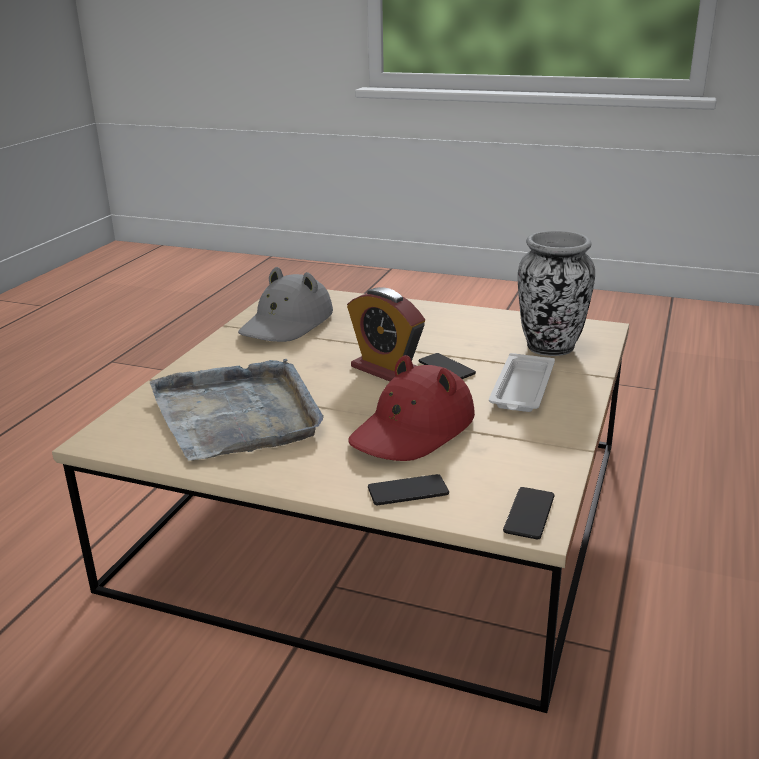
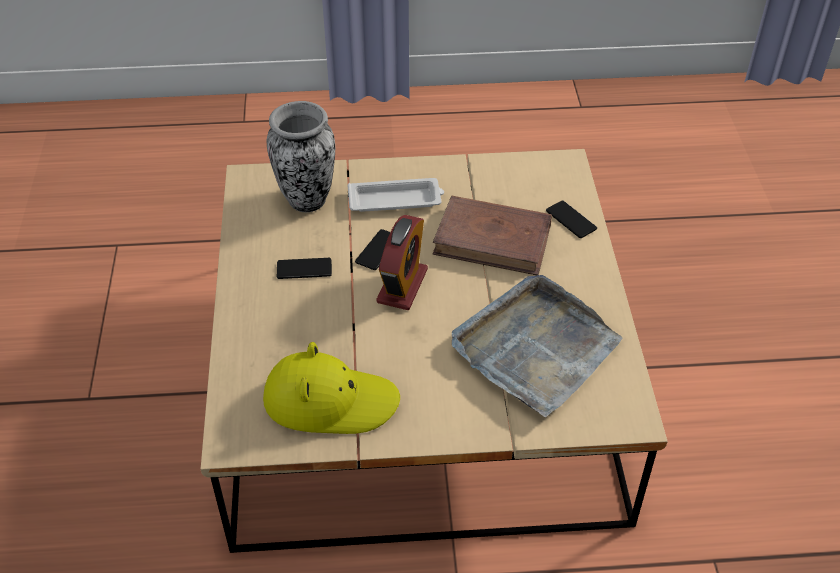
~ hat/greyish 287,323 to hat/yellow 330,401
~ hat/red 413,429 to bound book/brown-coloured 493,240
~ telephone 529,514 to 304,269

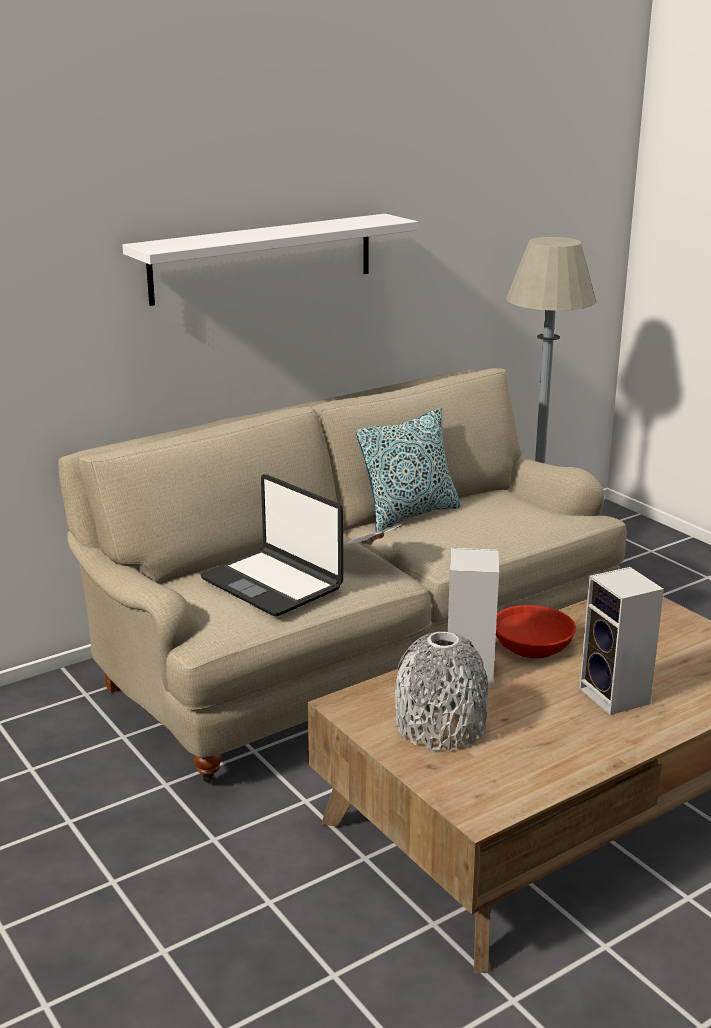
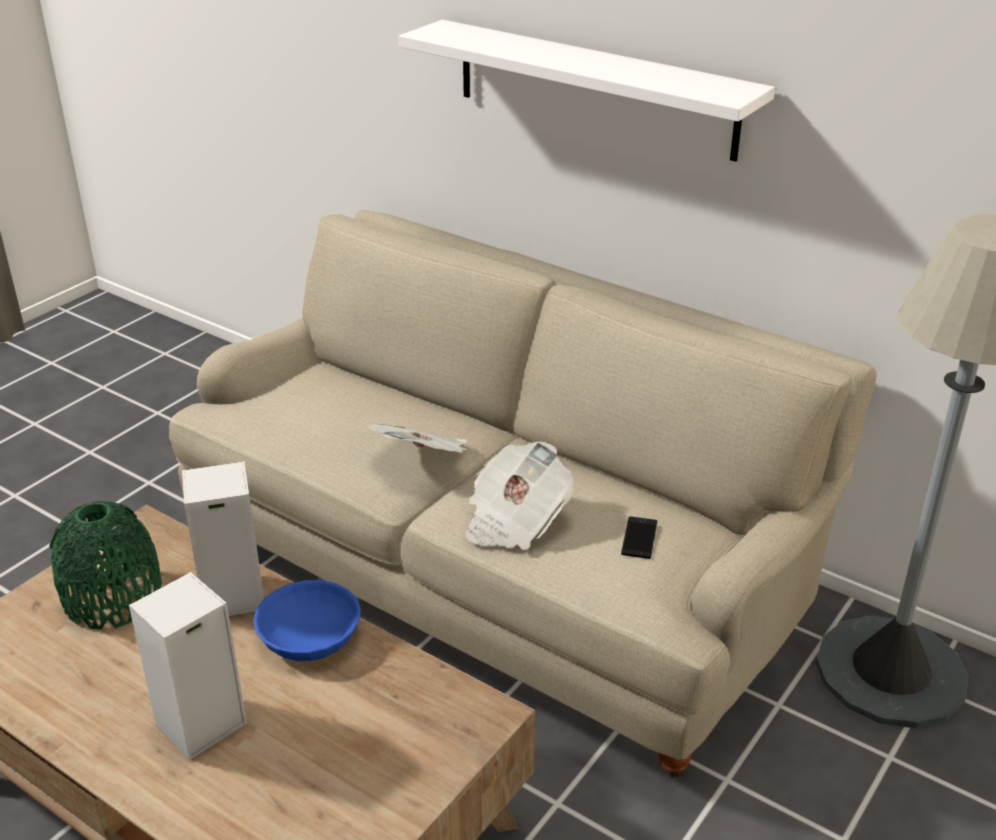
- throw pillow 409,514
- notebook computer 273,583
~ serving bowl/red 532,645 to serving bowl/blue 309,636
~ flower vase/greyish 440,725 to flower vase/green-coloured 113,597
+ daily paper 514,520
+ telephone 639,538

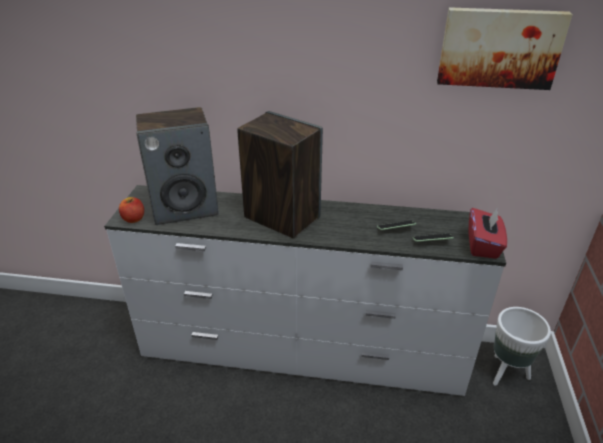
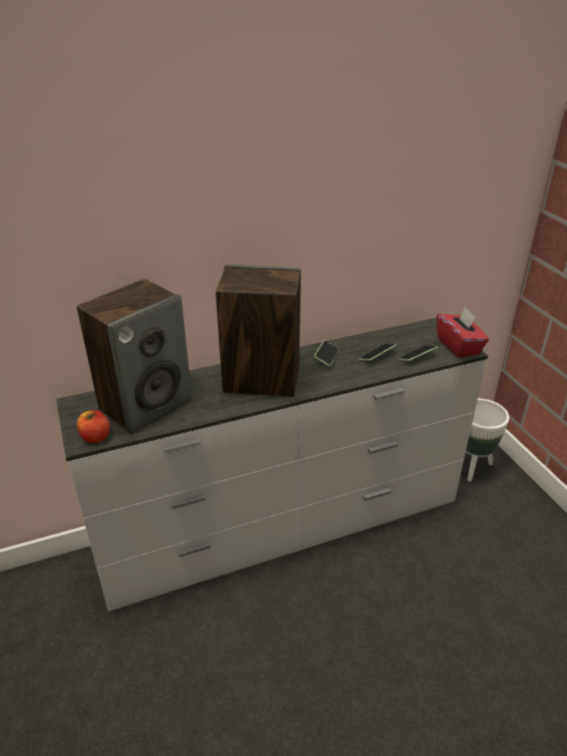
- picture 499,48
+ telephone 326,357

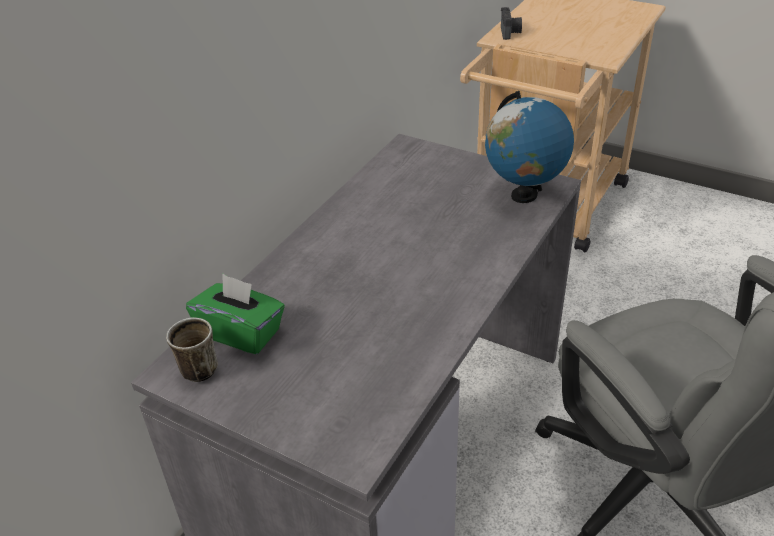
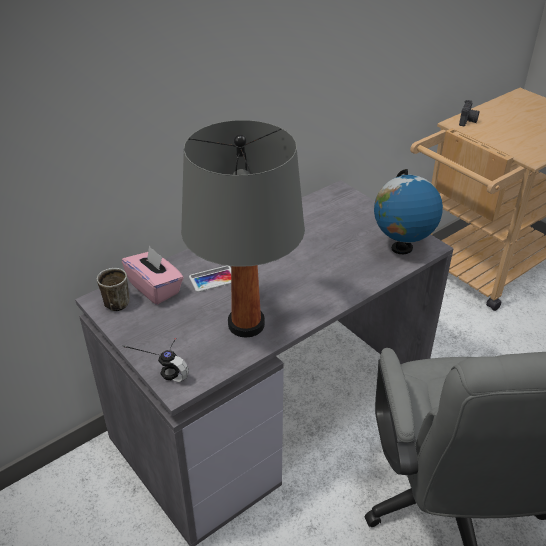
~ tissue box/green-coloured 241,333 to tissue box/pink-coloured 155,288
+ table lamp/greyish 246,324
+ telephone 213,279
+ headphones 164,367

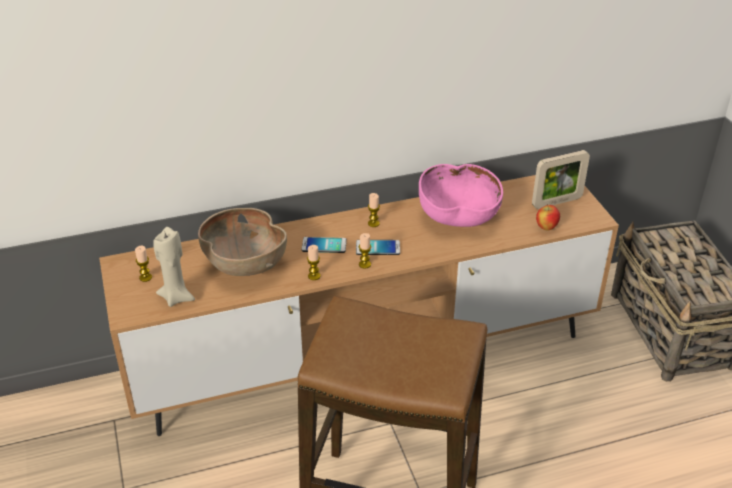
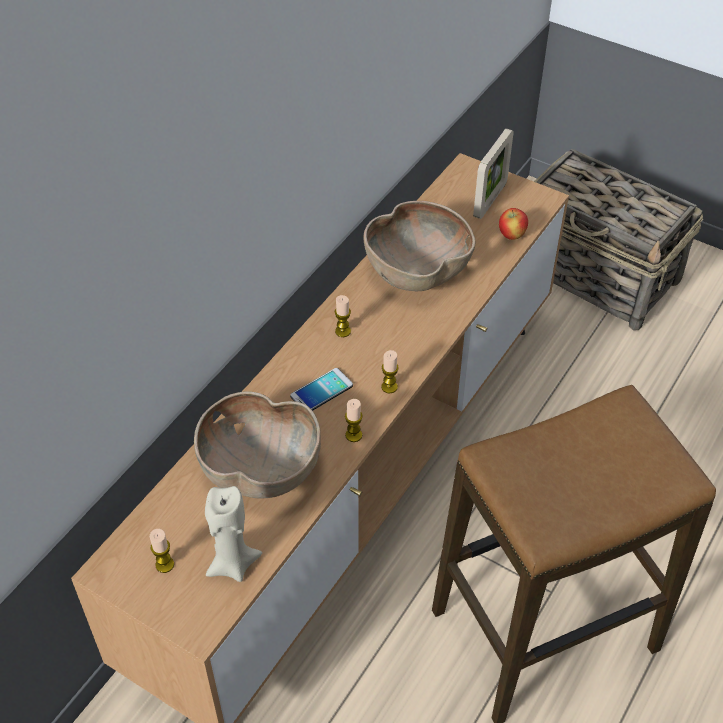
~ serving bowl/pink-coloured 458,216 to serving bowl/brown-coloured 416,271
- telephone 378,248

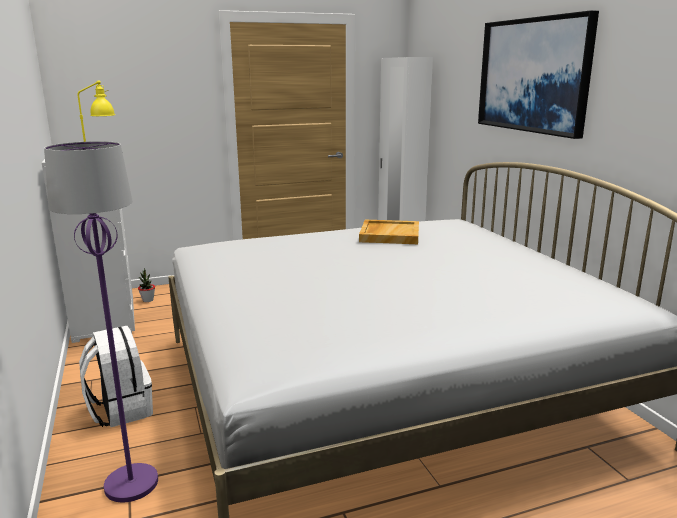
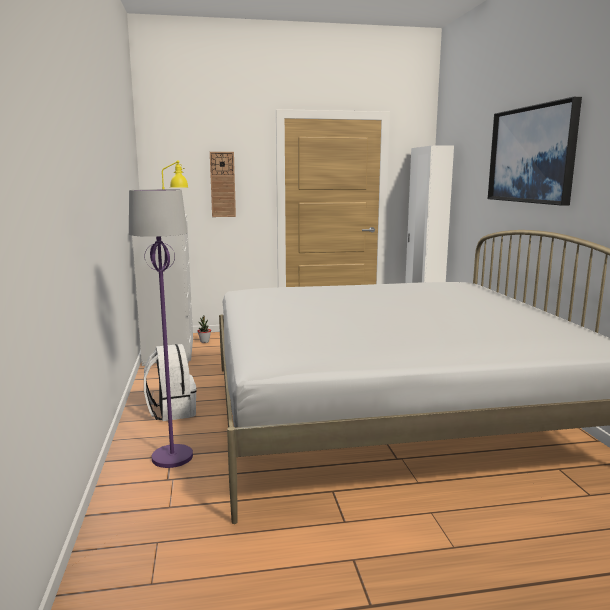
- serving tray/beige 389,235
+ clock on the wall 222,184

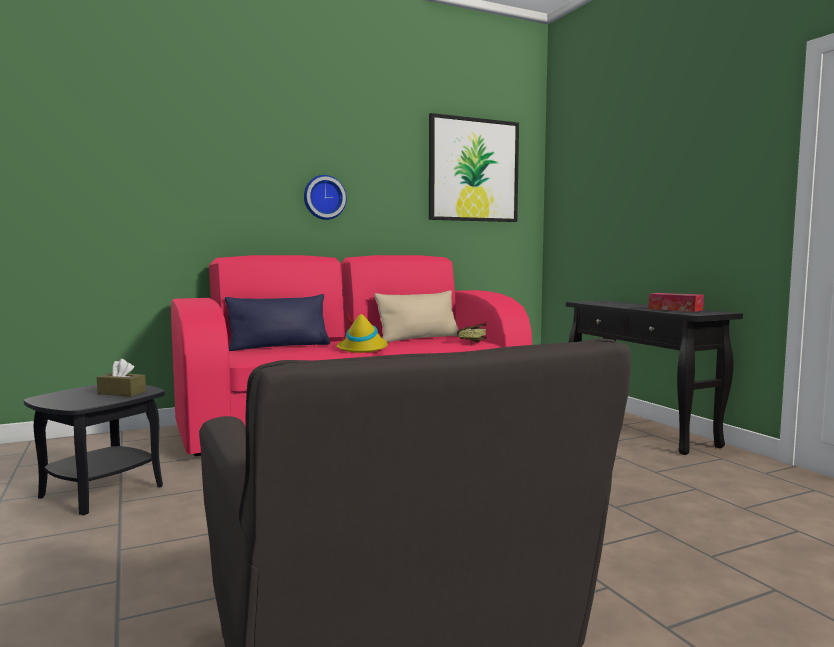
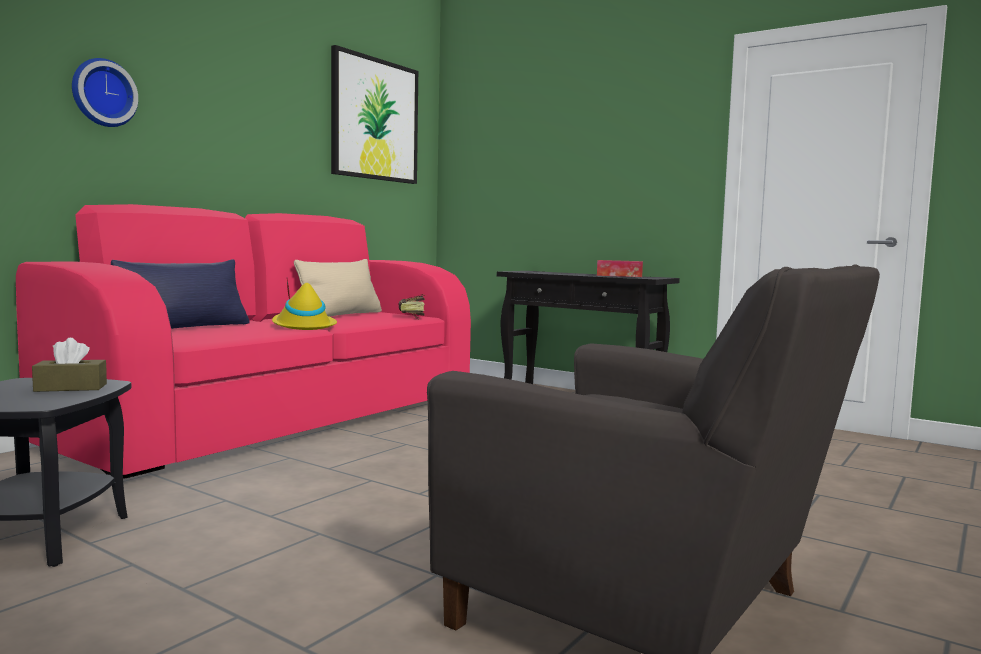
~ clock on the wall 324,197 to 102,93

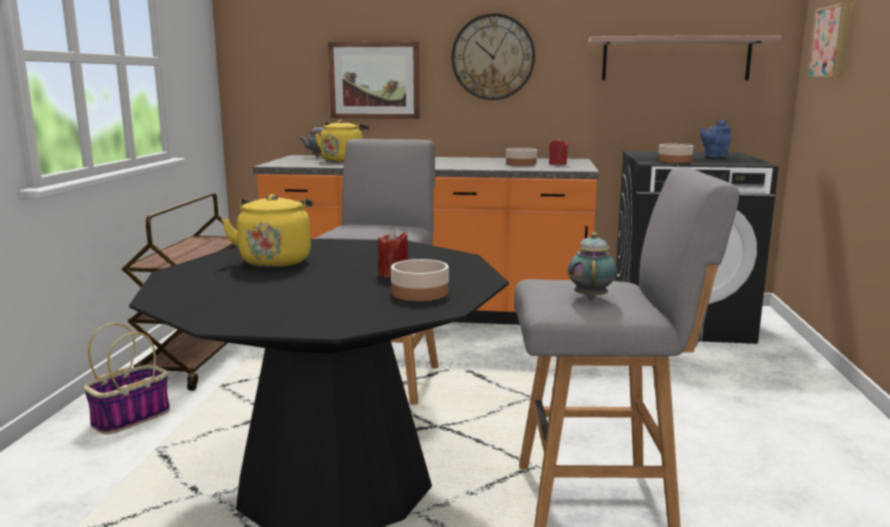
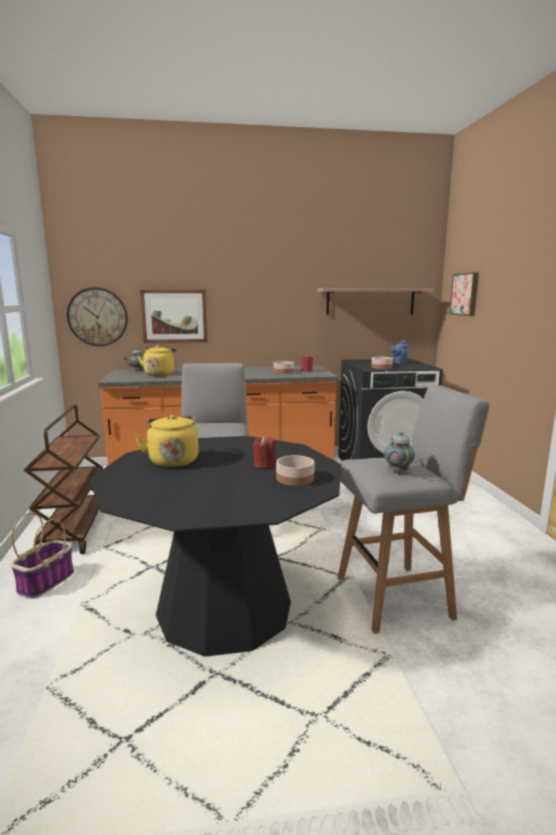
~ clock on the wall 493,57 to 97,317

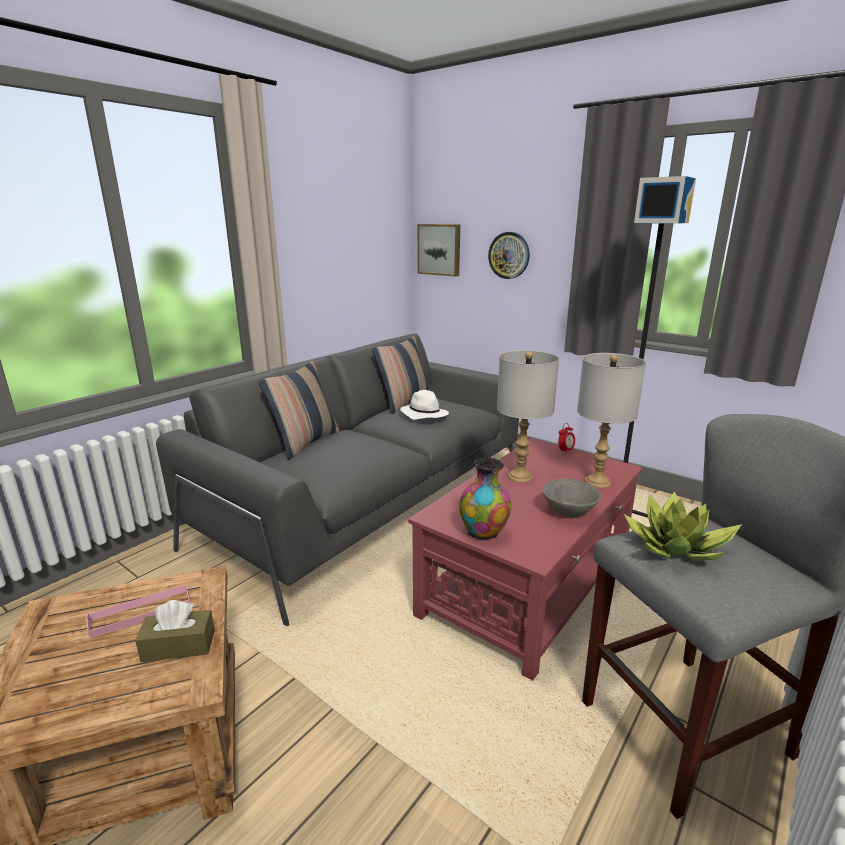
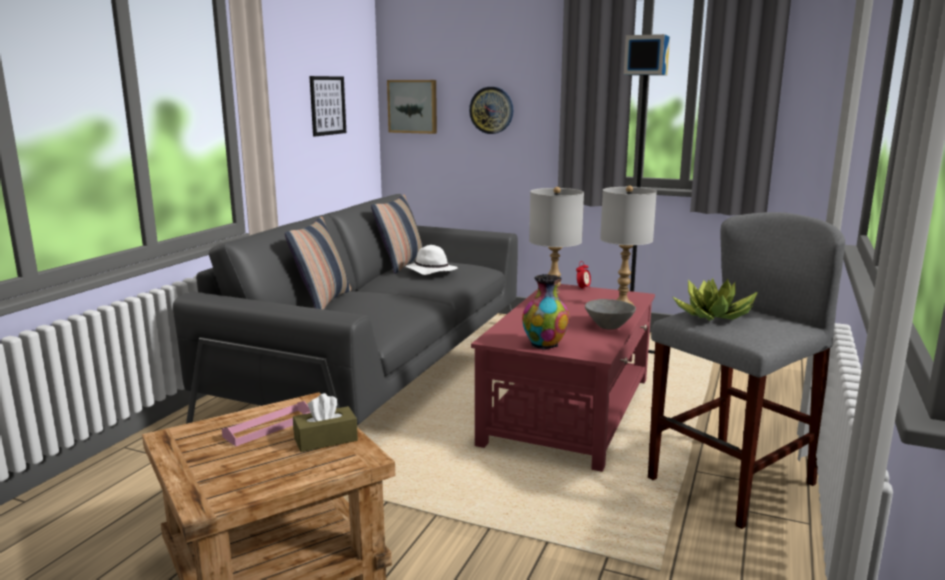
+ picture 327,105

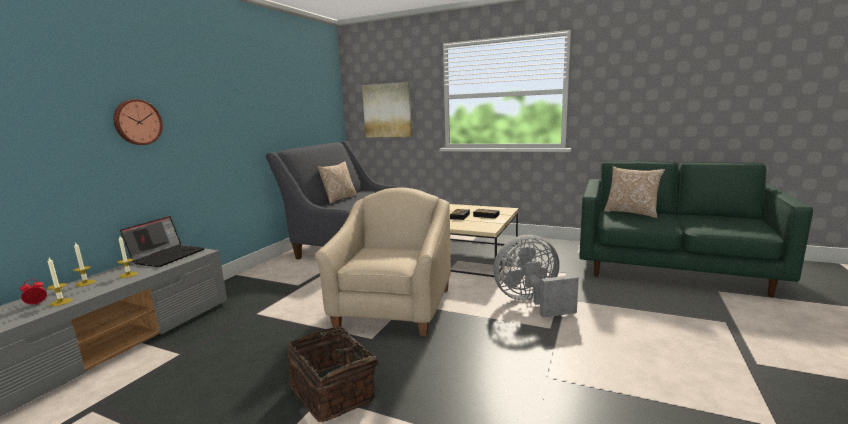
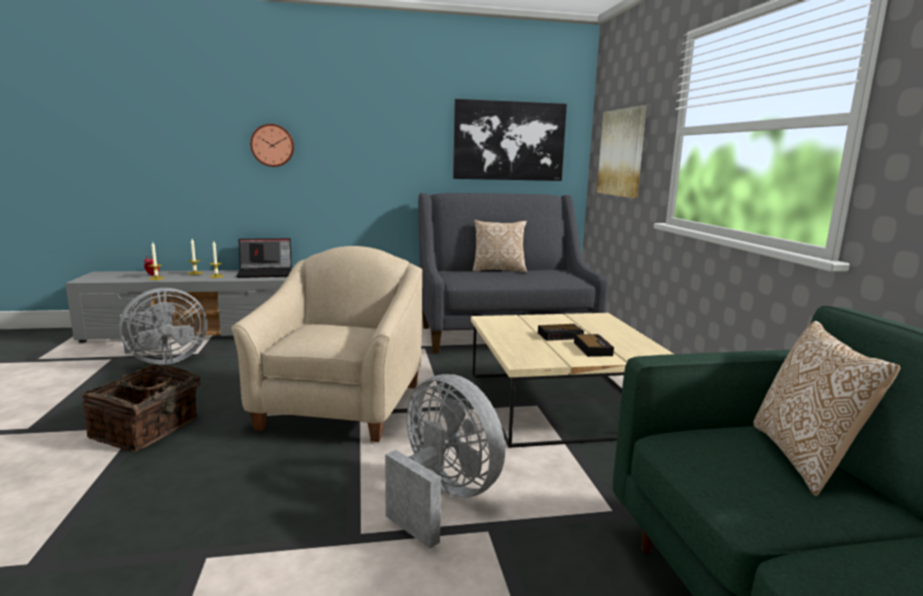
~ armchair/beige 394,308 = 341,406 60 degrees counterclockwise
+ picture 509,141
+ fan/greyish 164,360

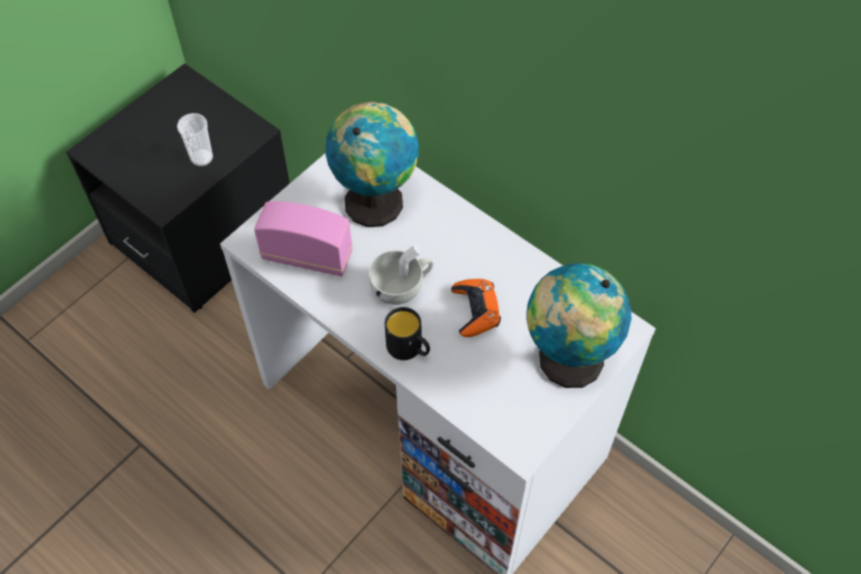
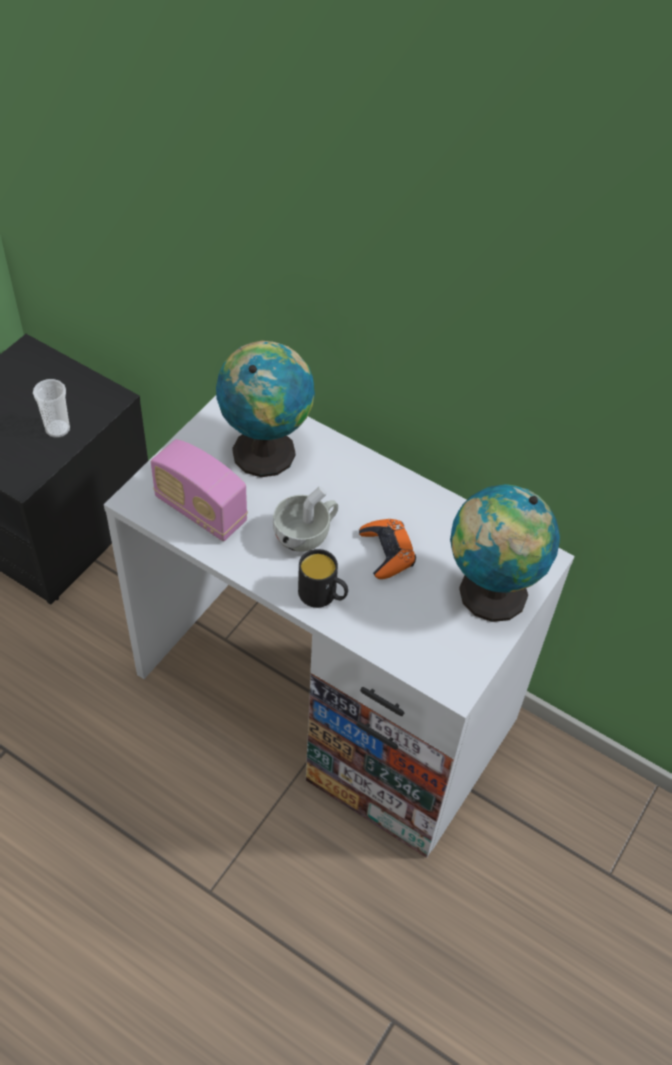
~ radio receiver 307,256 = 200,510 150 degrees counterclockwise

